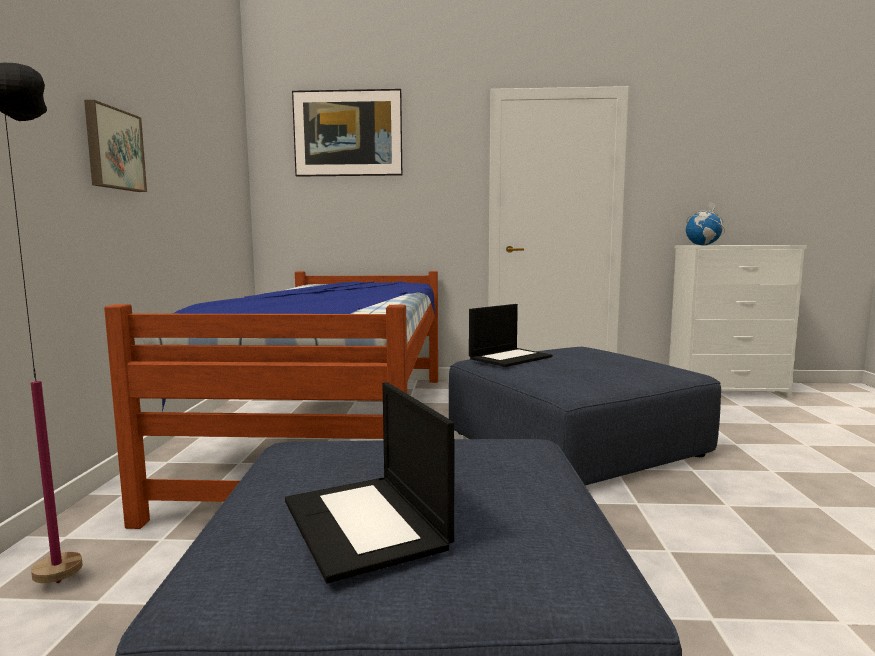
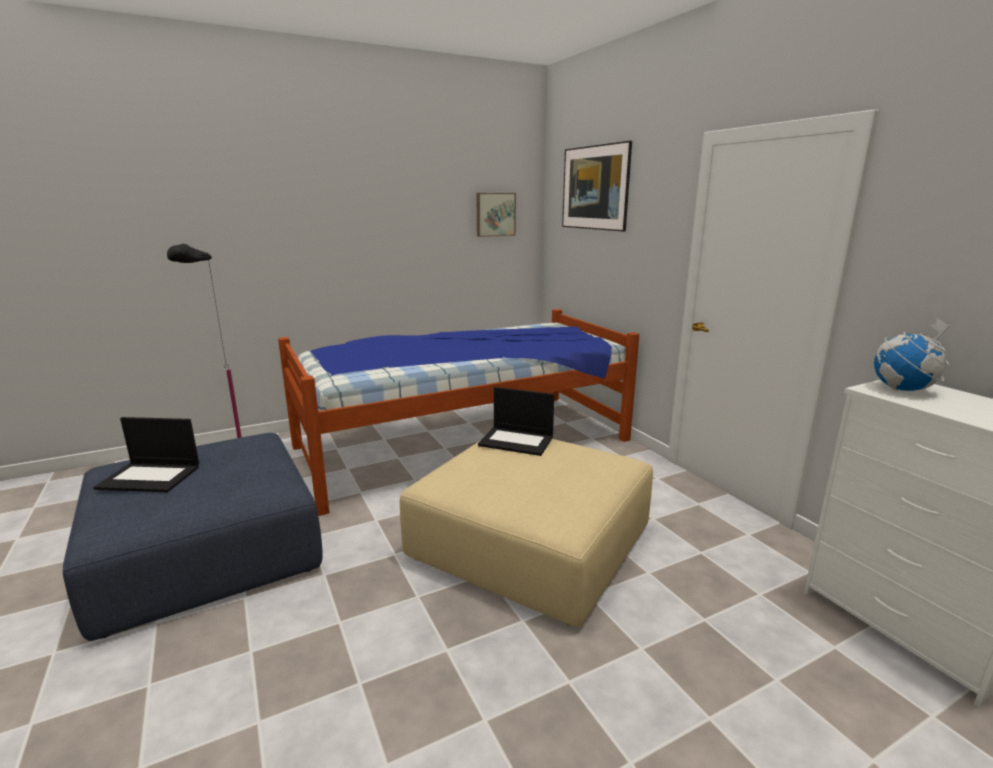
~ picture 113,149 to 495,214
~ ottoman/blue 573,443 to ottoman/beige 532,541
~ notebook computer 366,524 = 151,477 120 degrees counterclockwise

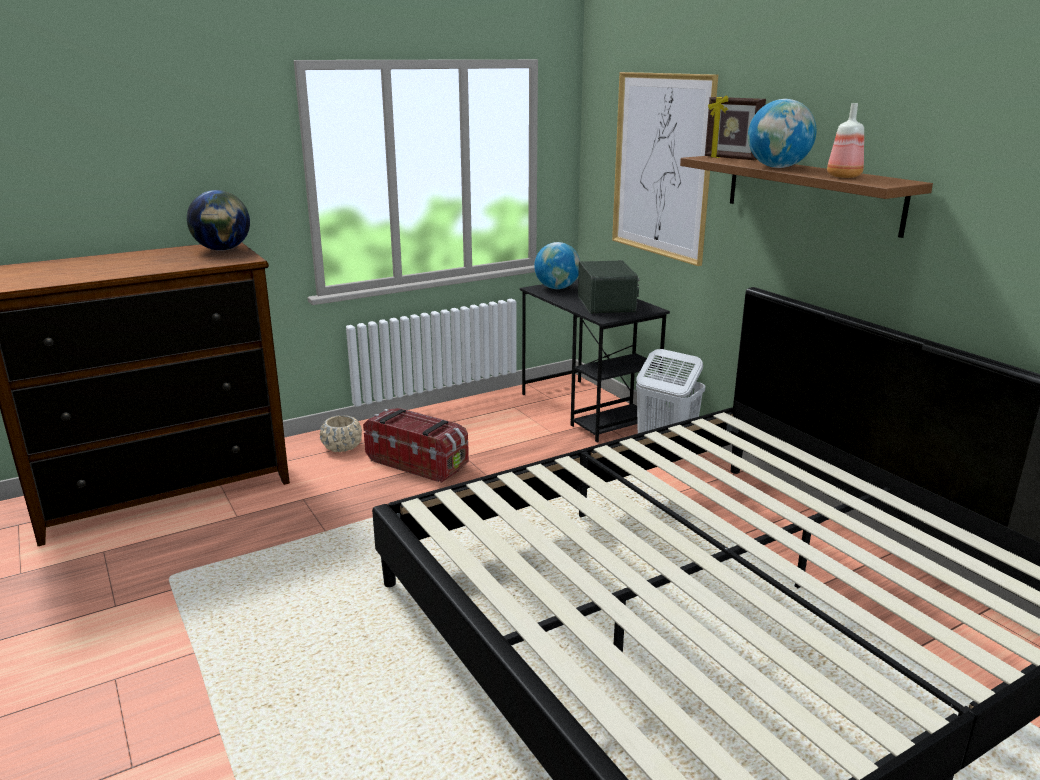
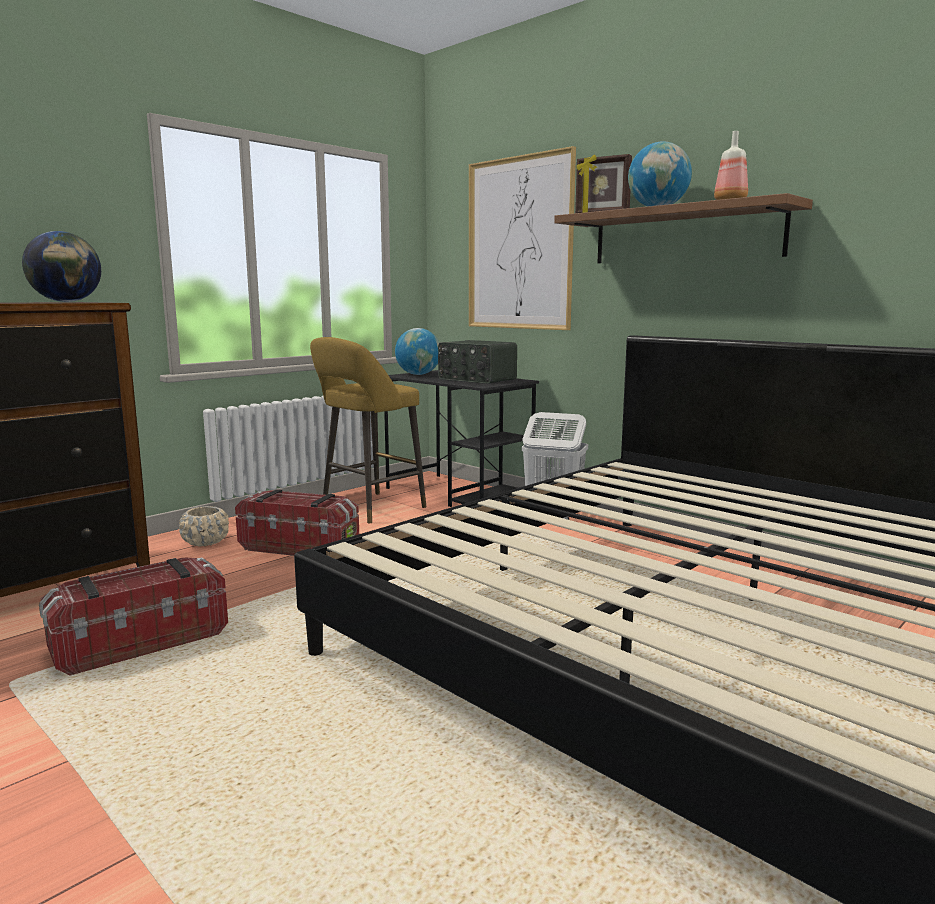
~ radio receiver 607,304 = 476,379 150 degrees clockwise
+ sitting stool/yellow 369,509
+ storage bin 140,643

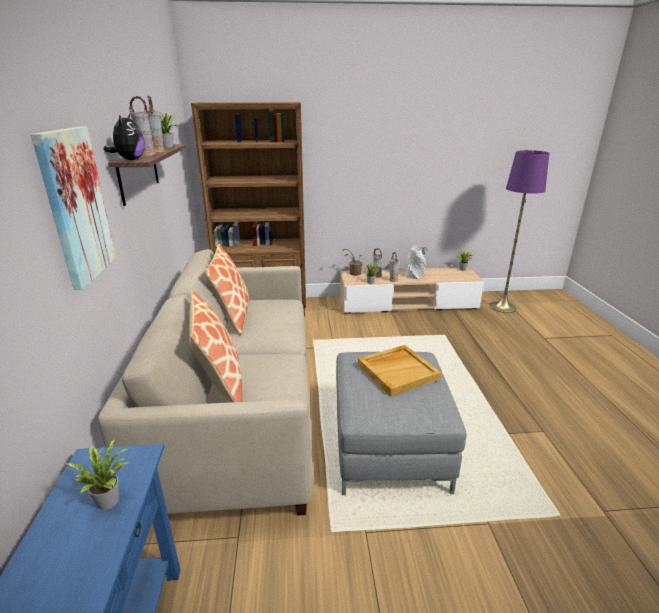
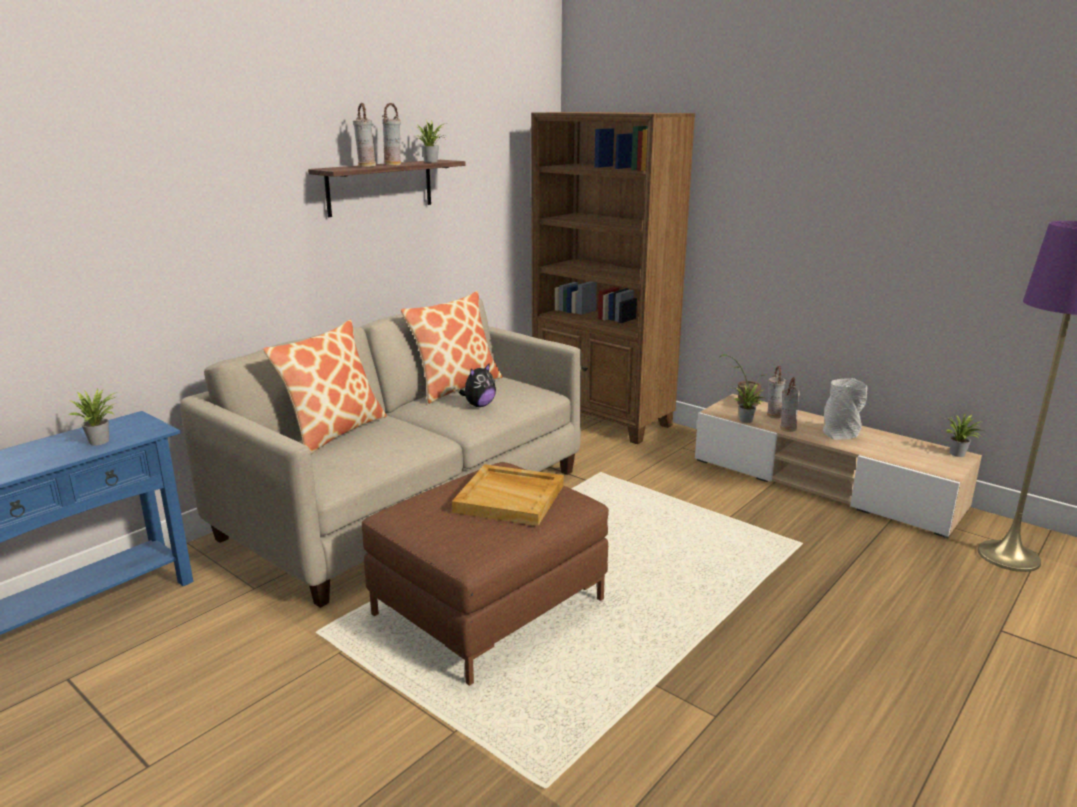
~ plush toy 130,160 to 479,405
- picture 76,206
~ ottoman/greyish 388,445 to ottoman/brown-coloured 489,606

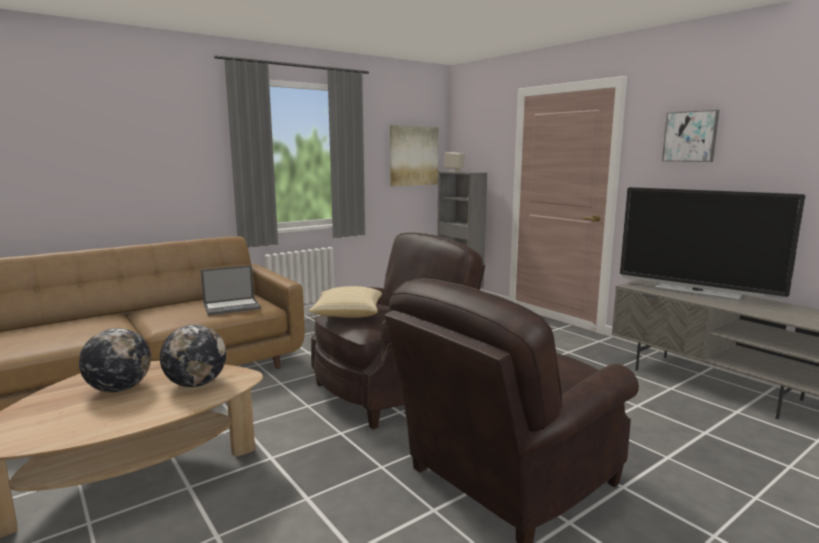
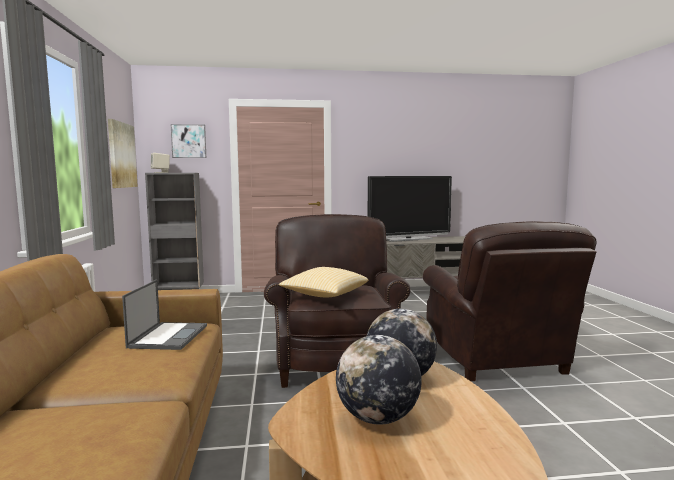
~ picture 690,136 to 189,141

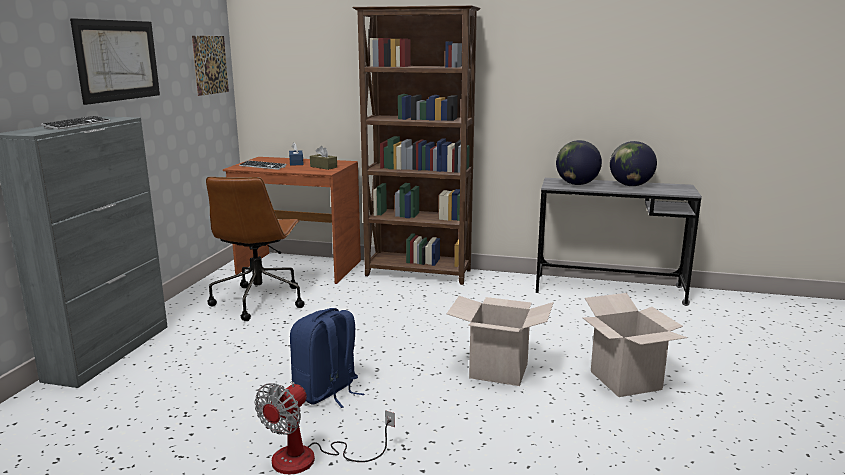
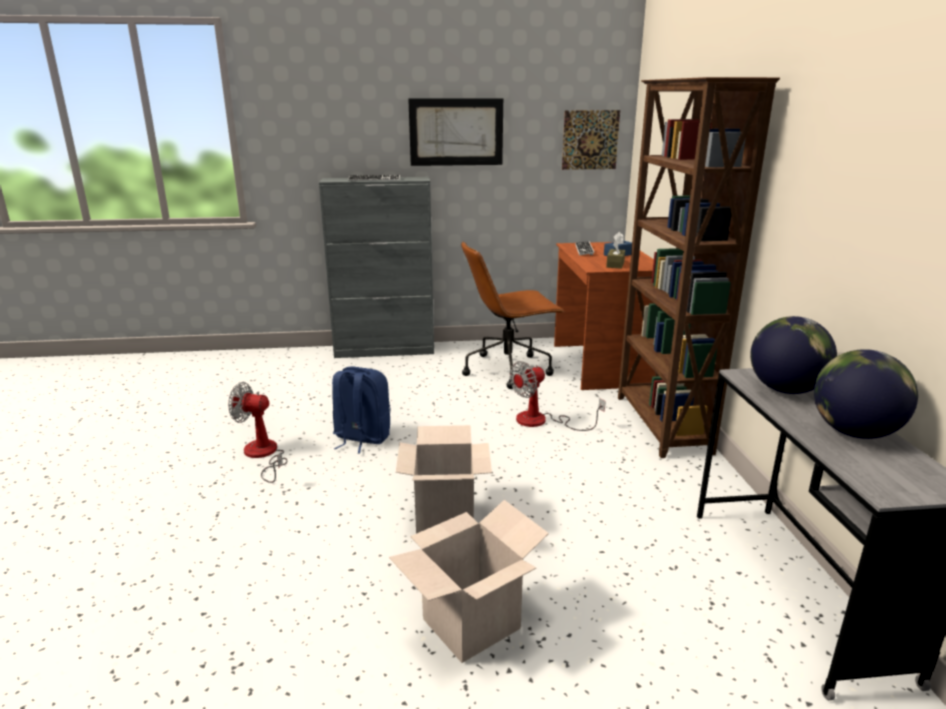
+ fan 542,421

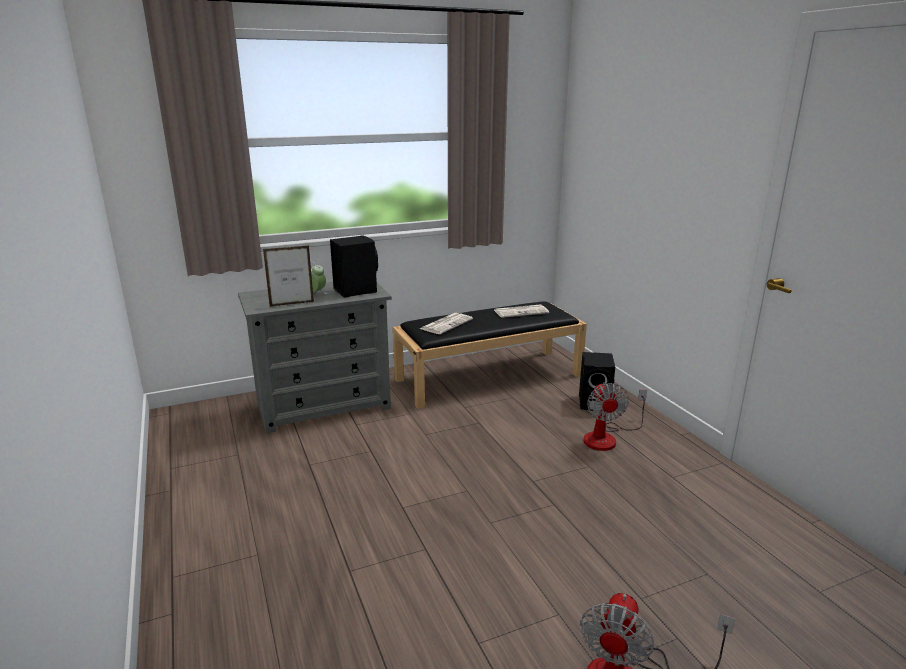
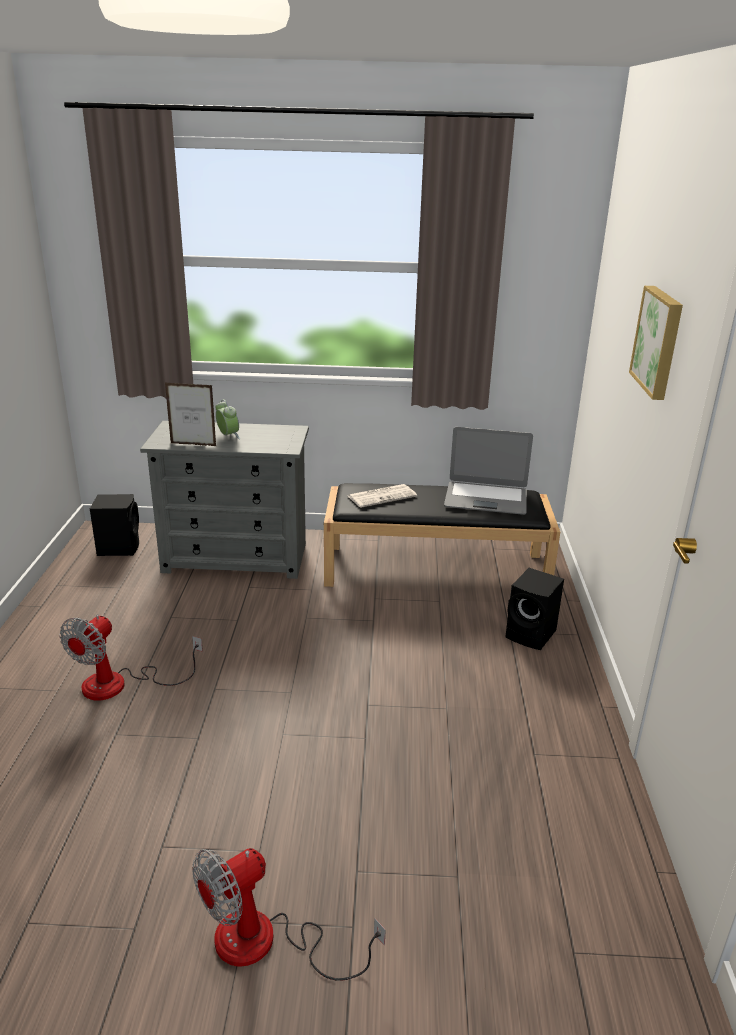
~ speaker/black 355,290 to 119,547
~ daily paper 521,312 to notebook computer 486,499
~ fan 607,437 to 120,684
+ picture 659,341

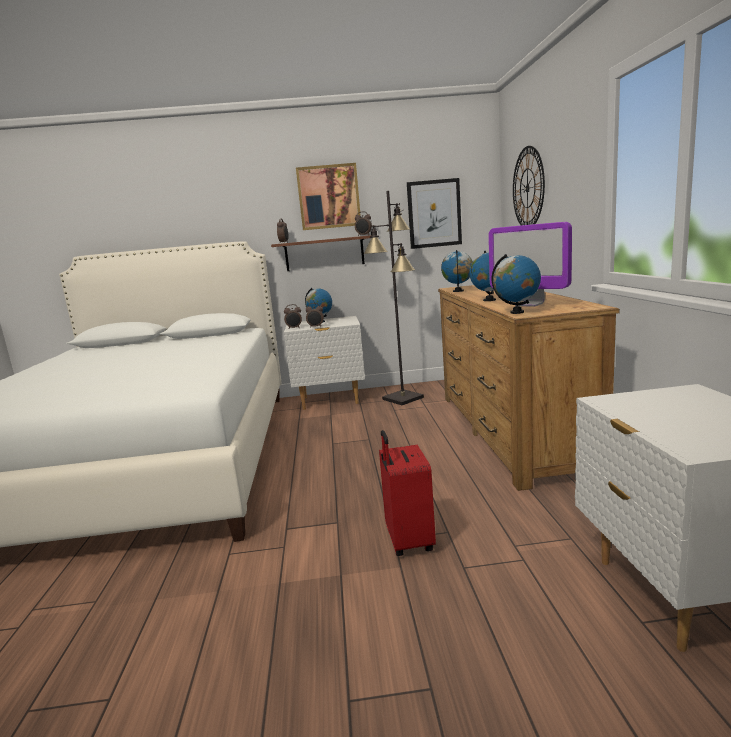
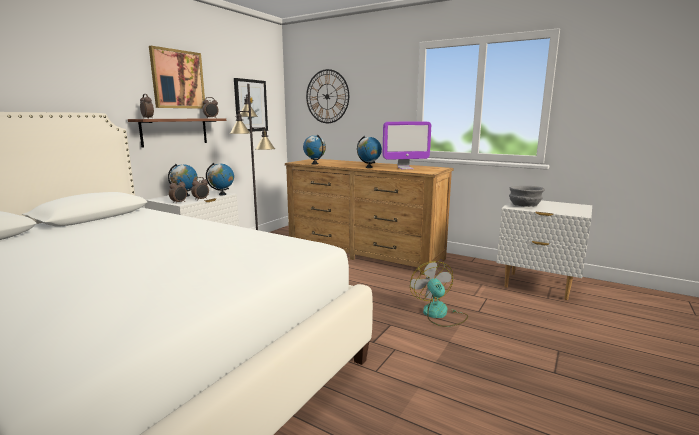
~ desk globe 517,312 to 222,194
~ suitcase/red 408,541 to fan 439,314
+ serving bowl/greyish 524,205

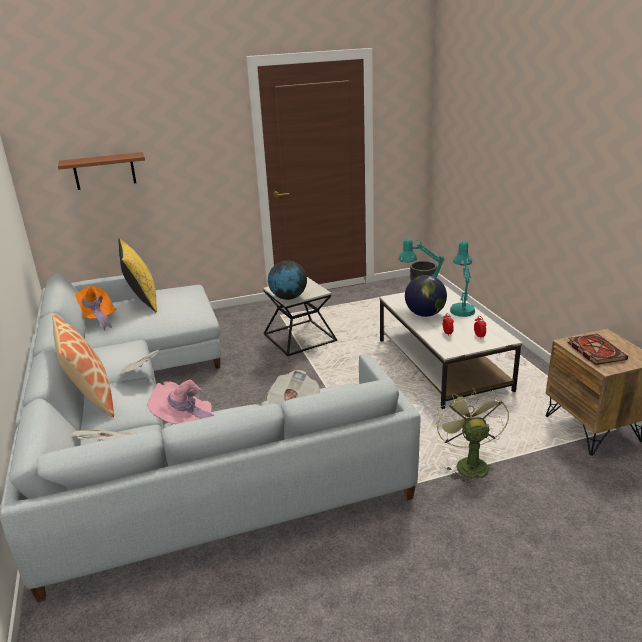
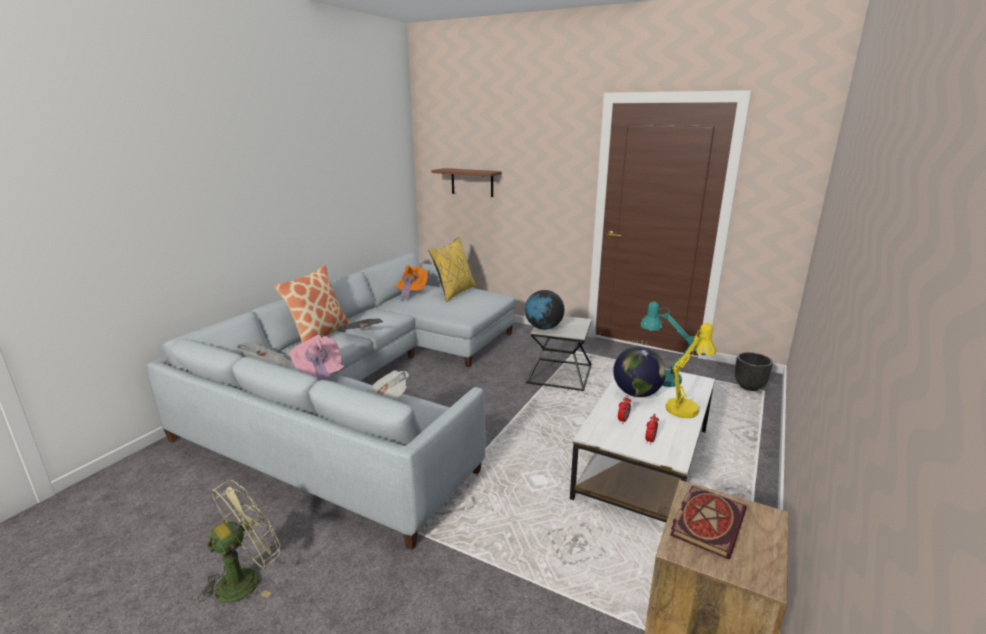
~ table lamp/blue-green 461,309 to table lamp/yellow 685,407
~ fan/green-coloured 468,463 to 246,578

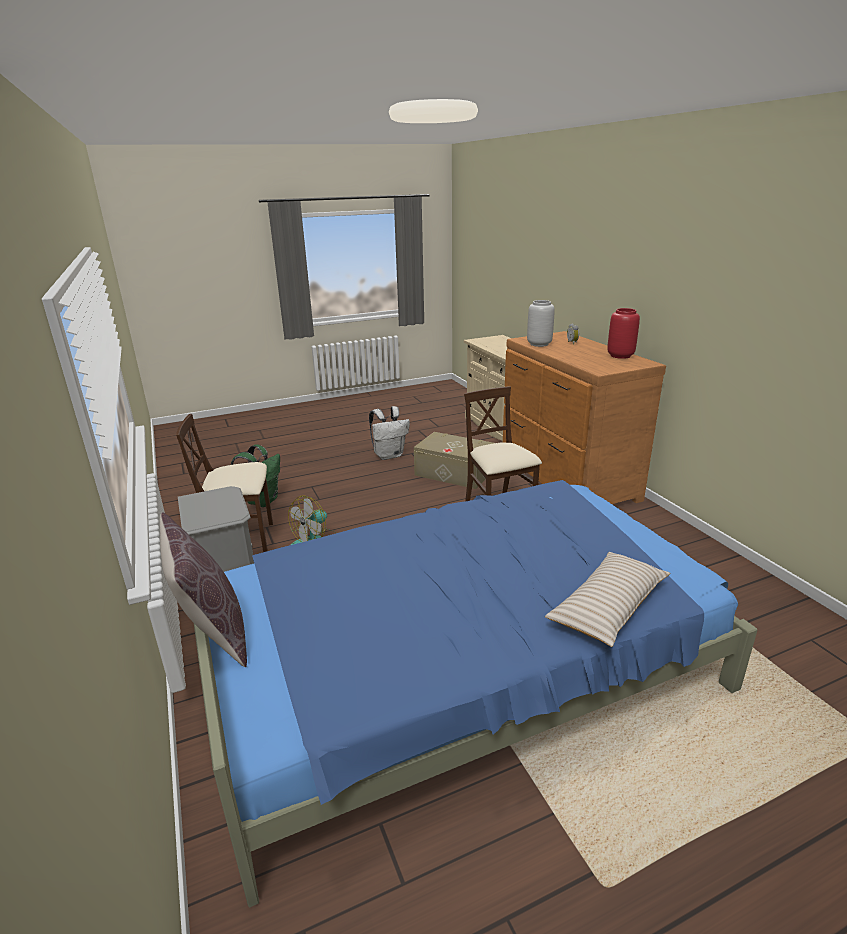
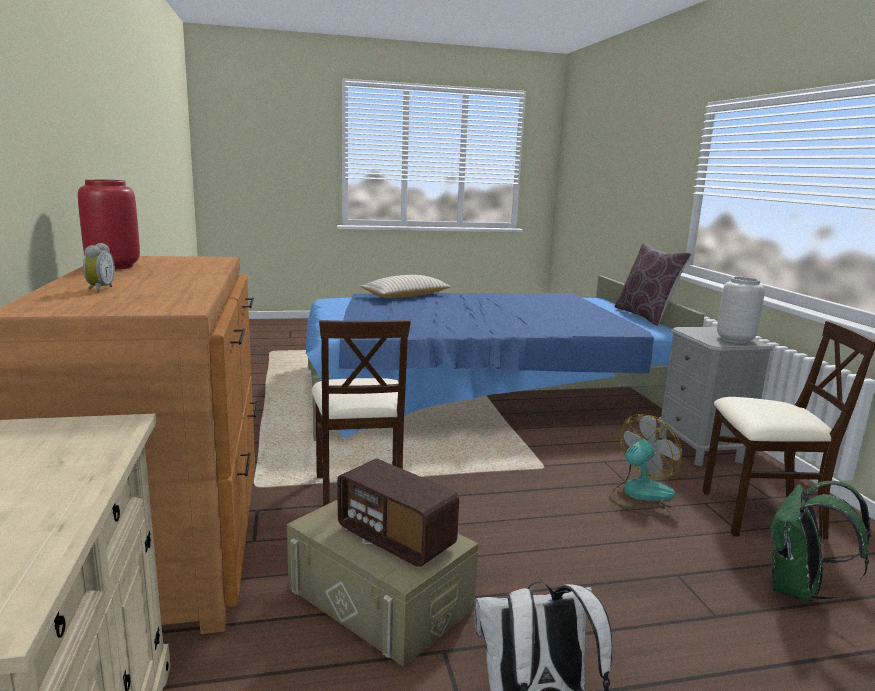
~ flower vase/greyish 539,344 to 734,340
+ radio receiver 396,538

